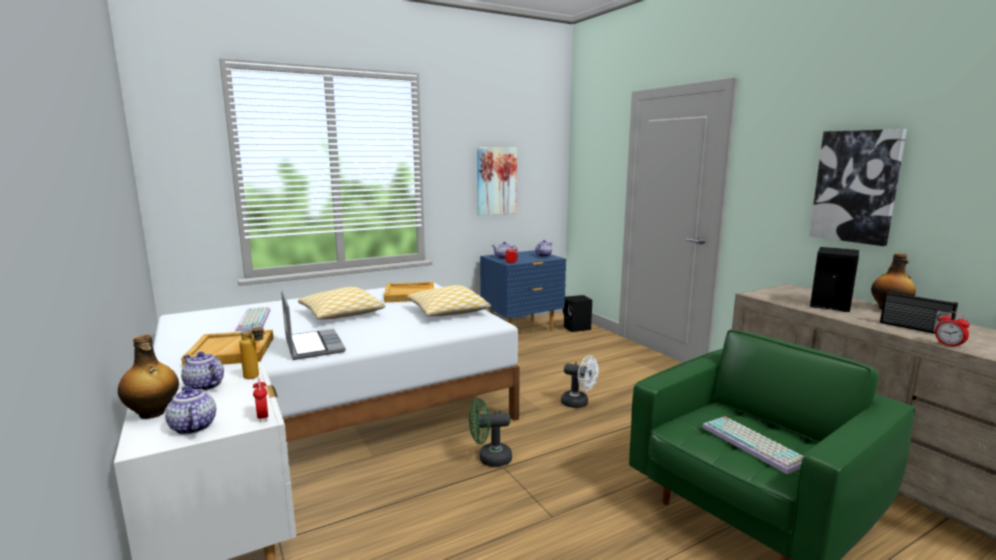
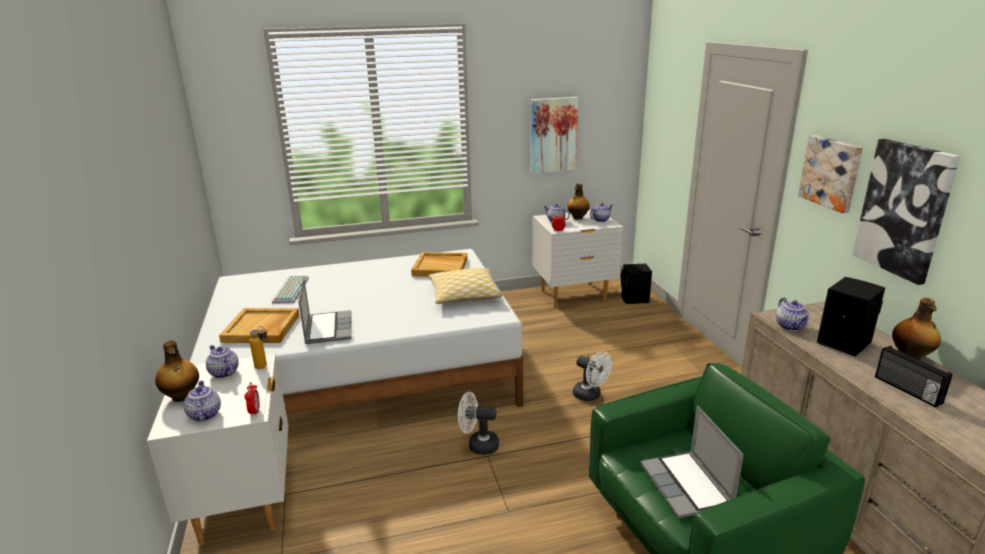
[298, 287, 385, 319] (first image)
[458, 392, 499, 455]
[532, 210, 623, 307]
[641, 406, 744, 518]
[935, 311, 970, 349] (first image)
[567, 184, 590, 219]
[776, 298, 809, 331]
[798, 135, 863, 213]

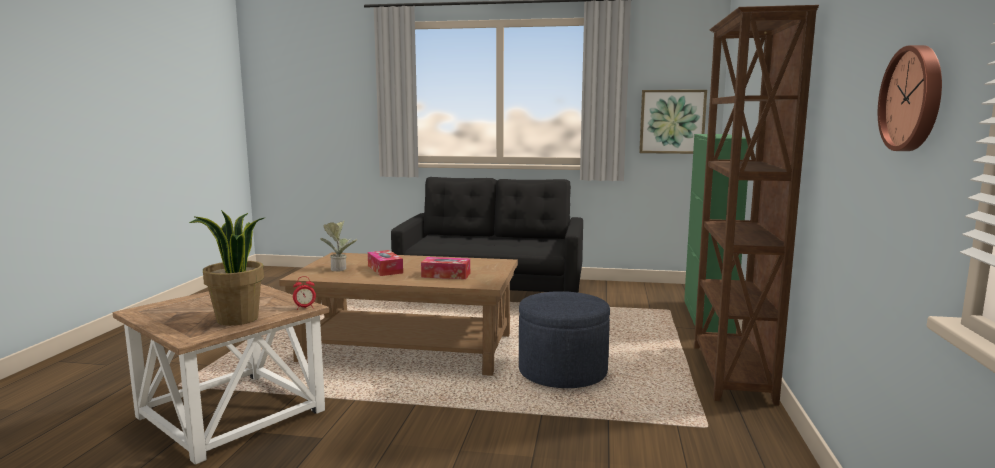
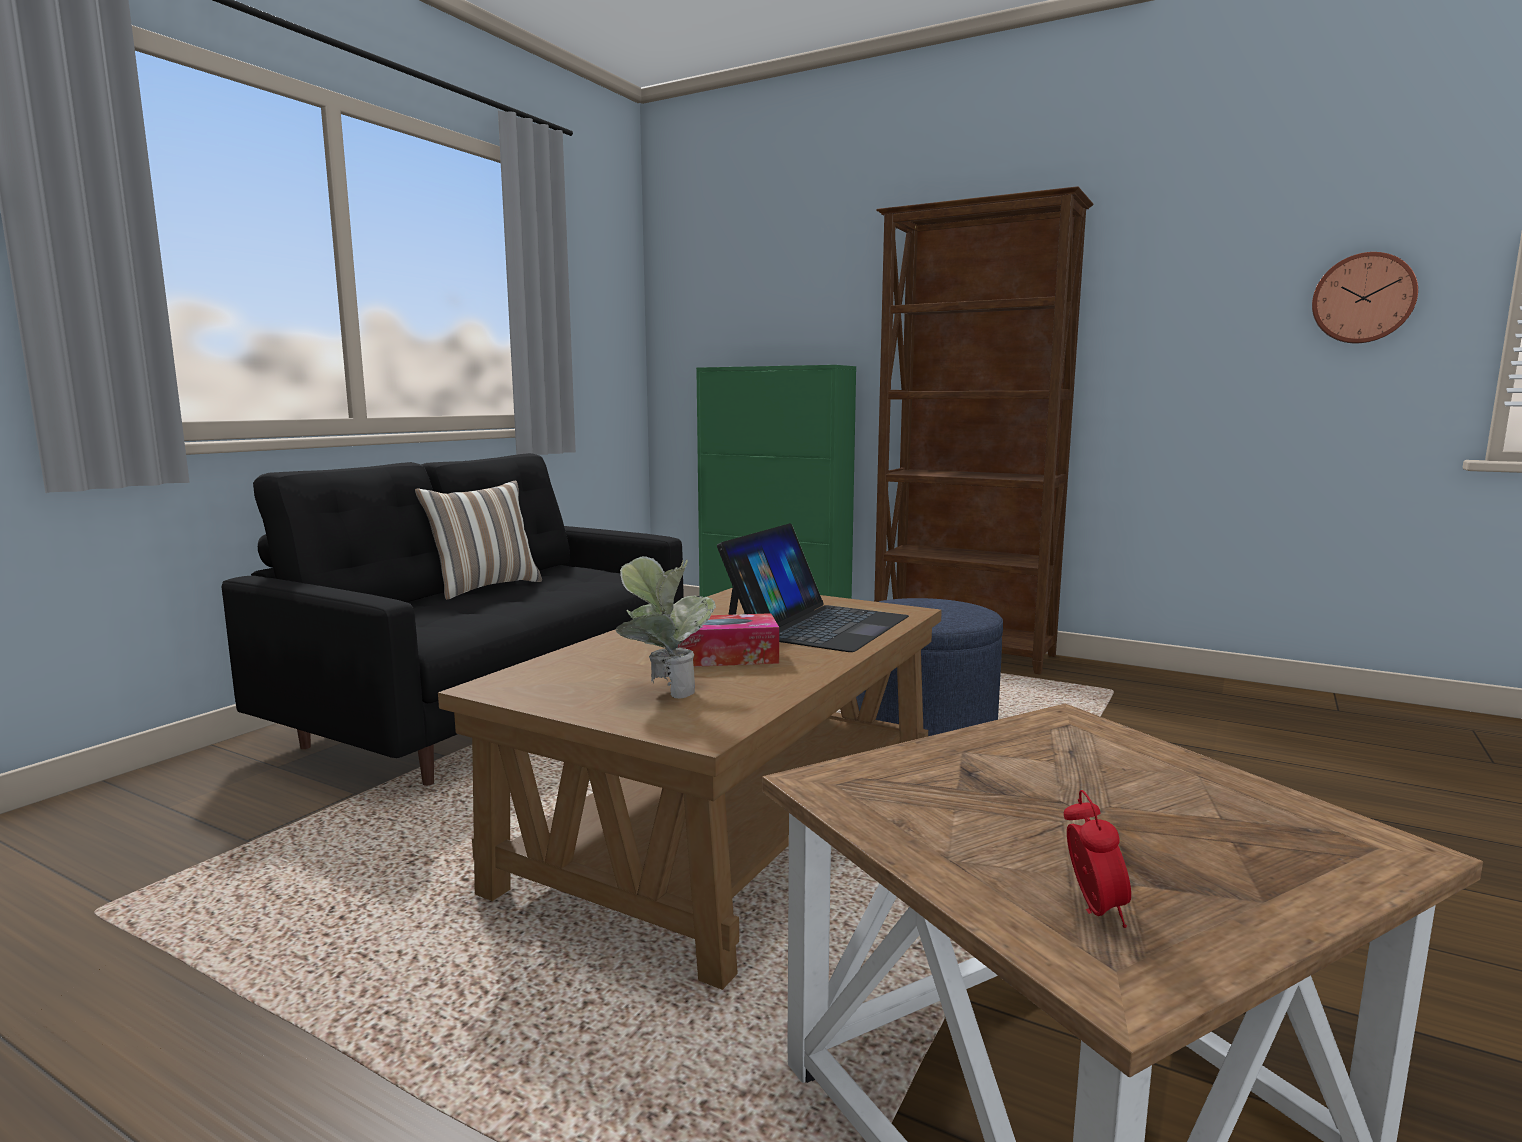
[189, 210, 266, 326] (first image)
[1064, 790, 1131, 928]
[717, 523, 909, 652]
[639, 90, 707, 154] (first image)
[415, 481, 542, 600]

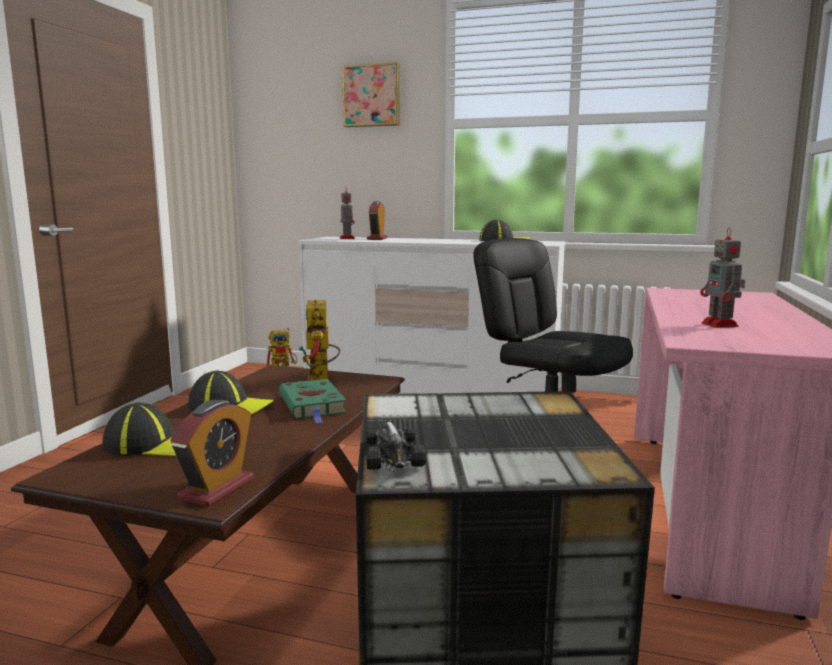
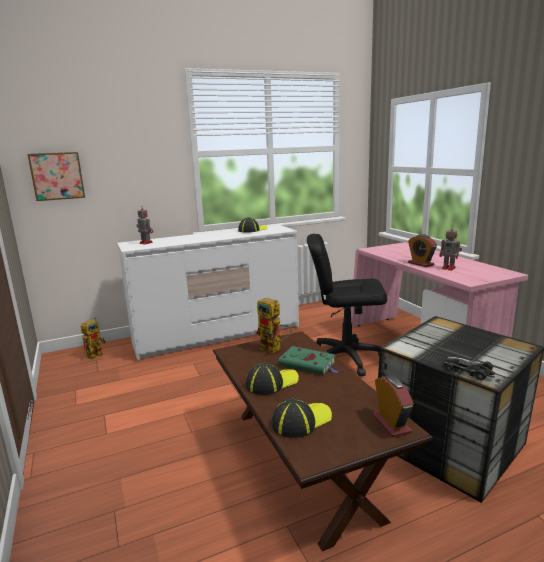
[28, 152, 85, 201]
[408, 234, 437, 267]

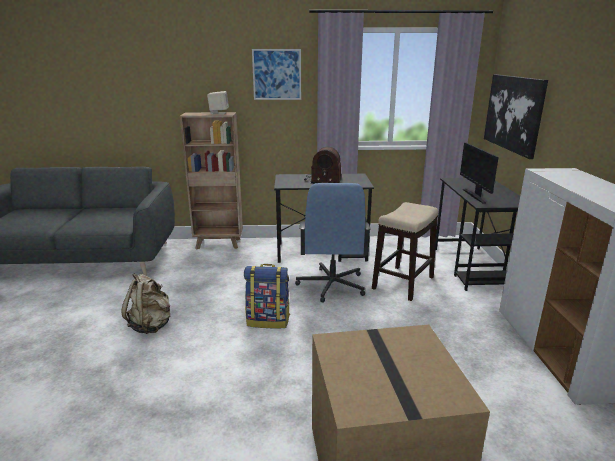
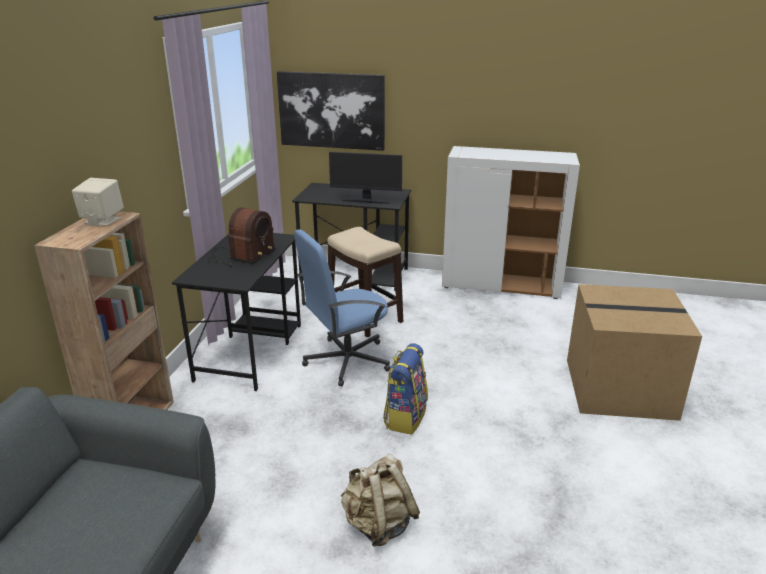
[252, 49, 301, 100] (first image)
[294, 229, 390, 387]

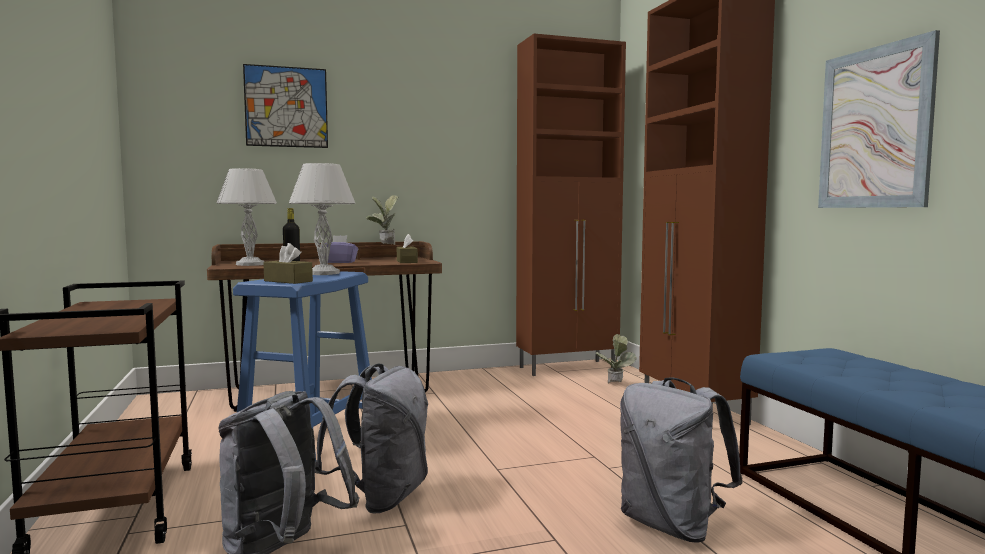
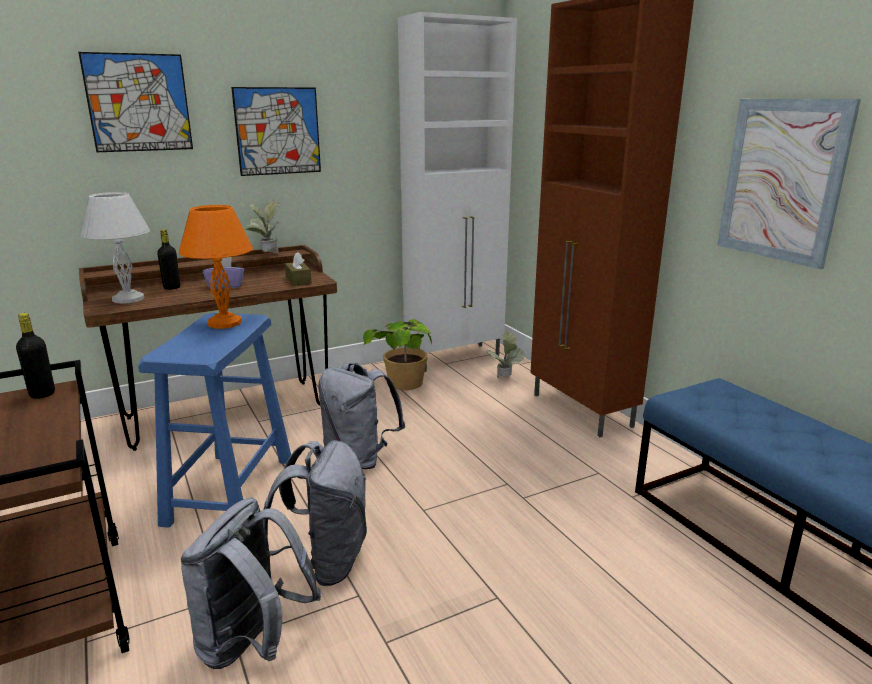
[263, 243, 313, 284] (first image)
[179, 205, 253, 329]
[398, 12, 517, 372]
[318, 362, 405, 469]
[16, 313, 55, 399]
[231, 87, 321, 176]
[363, 319, 432, 390]

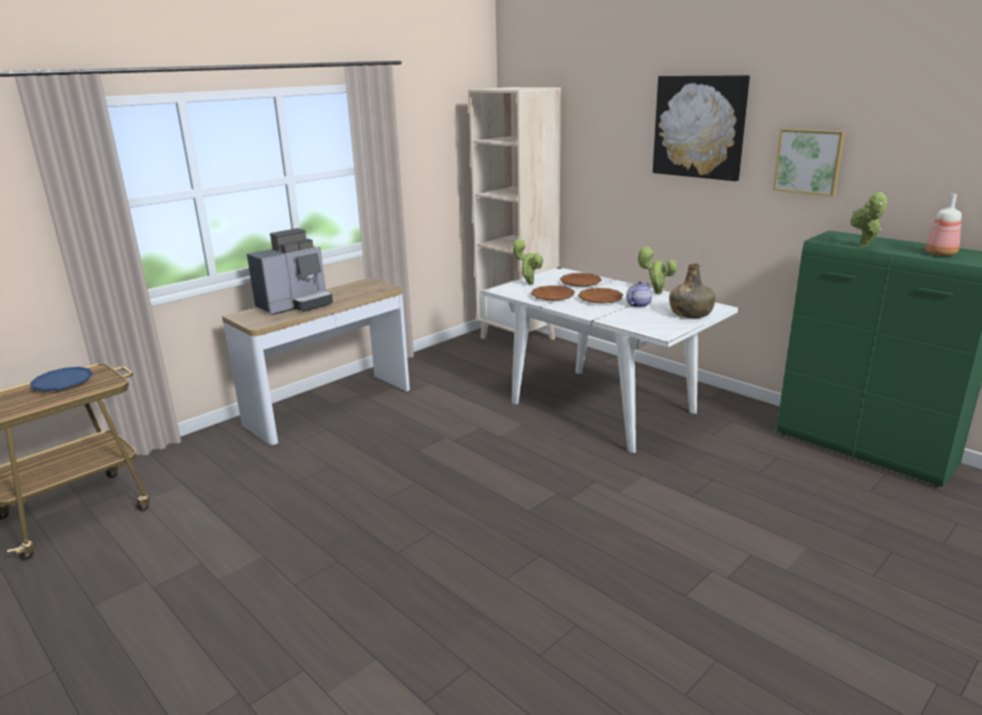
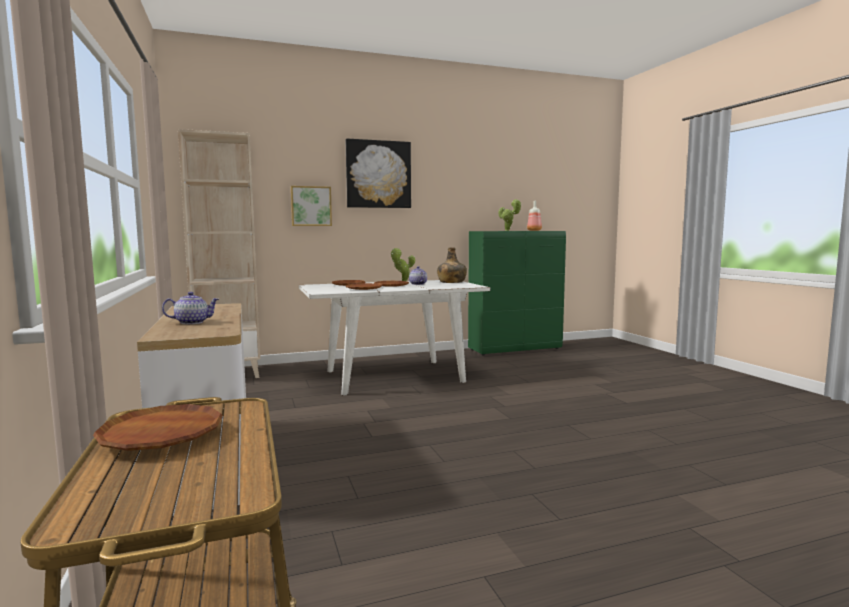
[93, 404, 223, 451]
[162, 292, 219, 324]
[512, 239, 543, 285] (first image)
[291, 186, 332, 226]

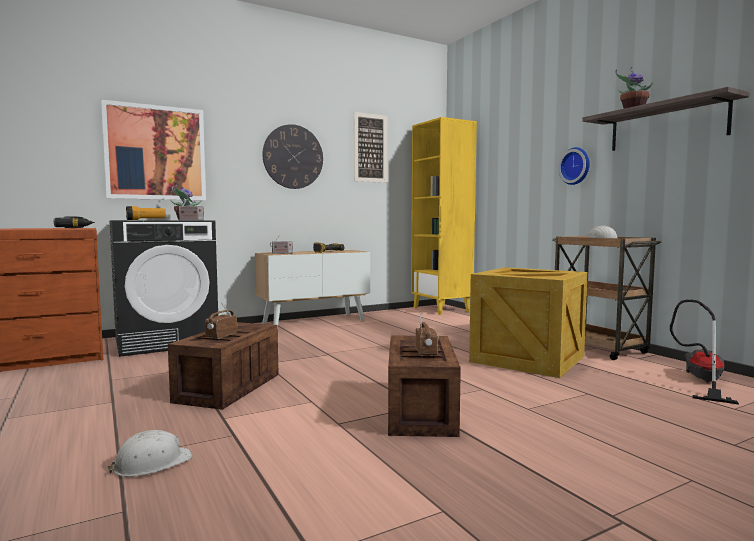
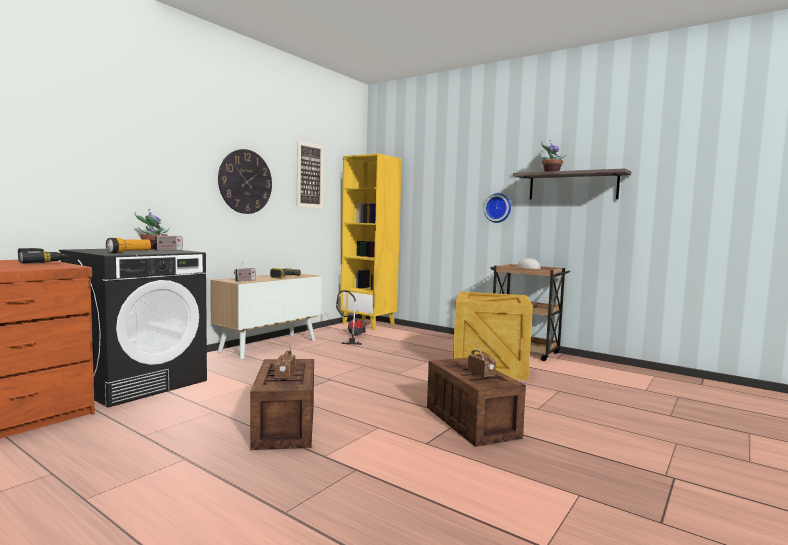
[101, 100, 206, 200] (first image)
[107, 430, 193, 477] (first image)
[336, 290, 367, 345]

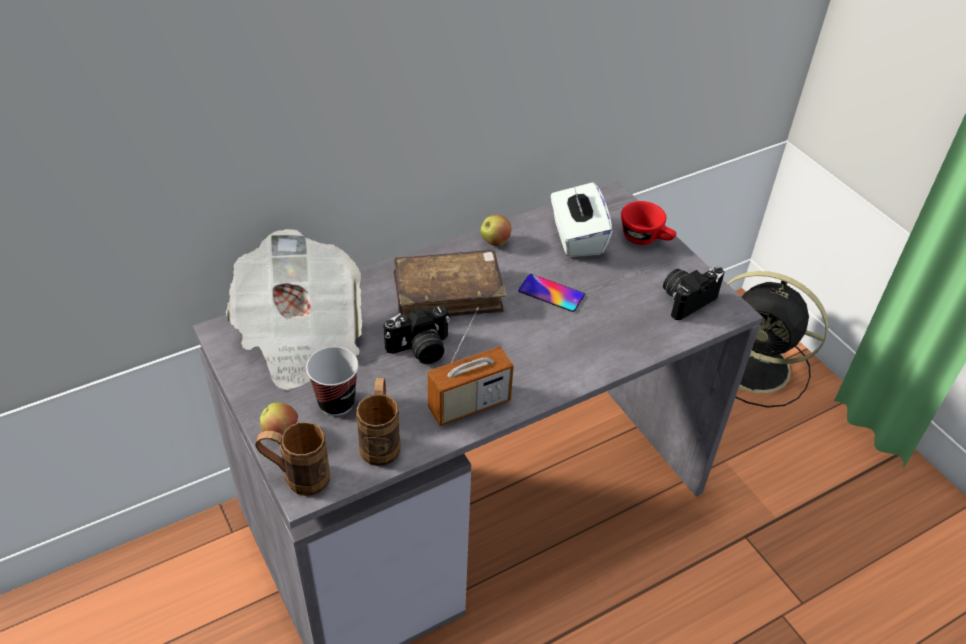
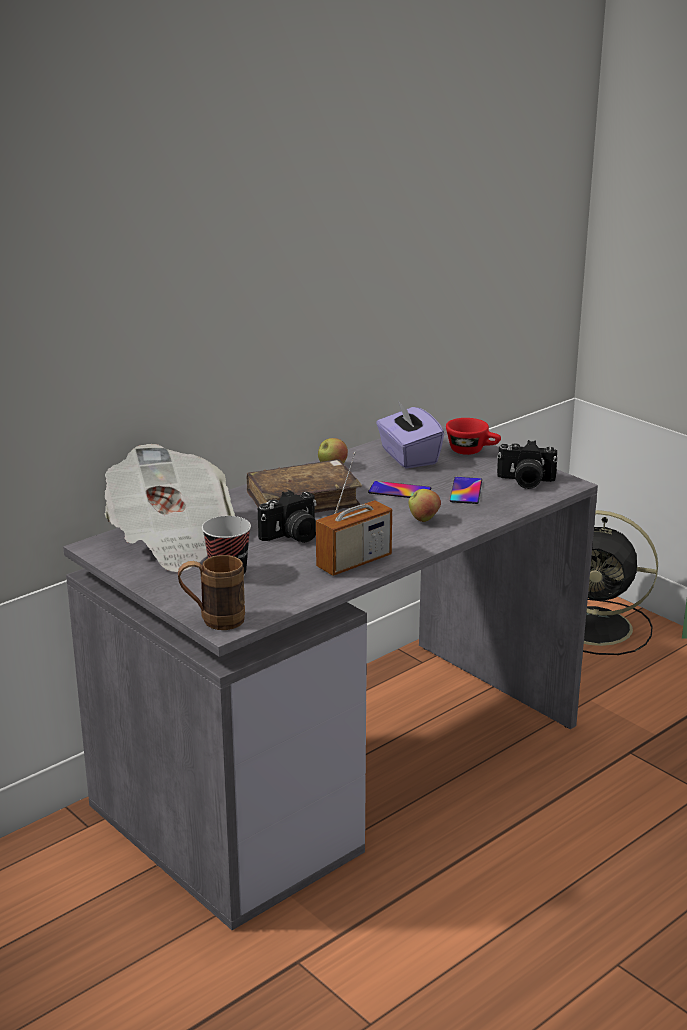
[409, 489, 441, 522]
[356, 378, 401, 466] (first image)
[376, 401, 444, 469]
[497, 440, 558, 489]
[450, 477, 482, 504]

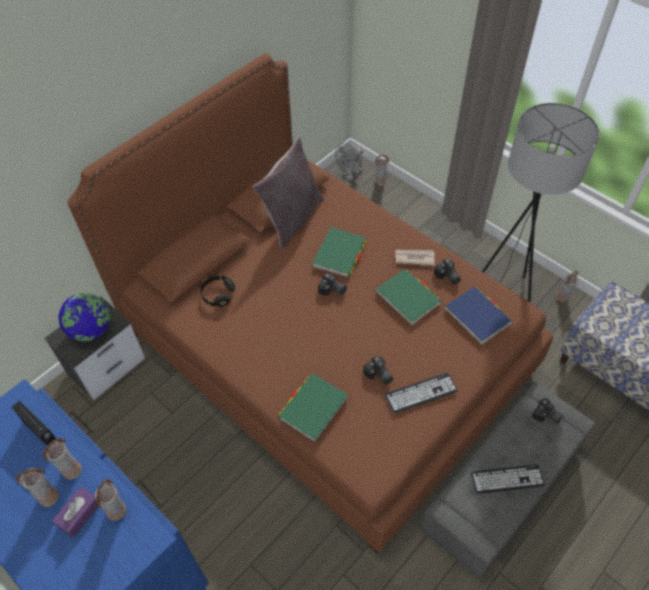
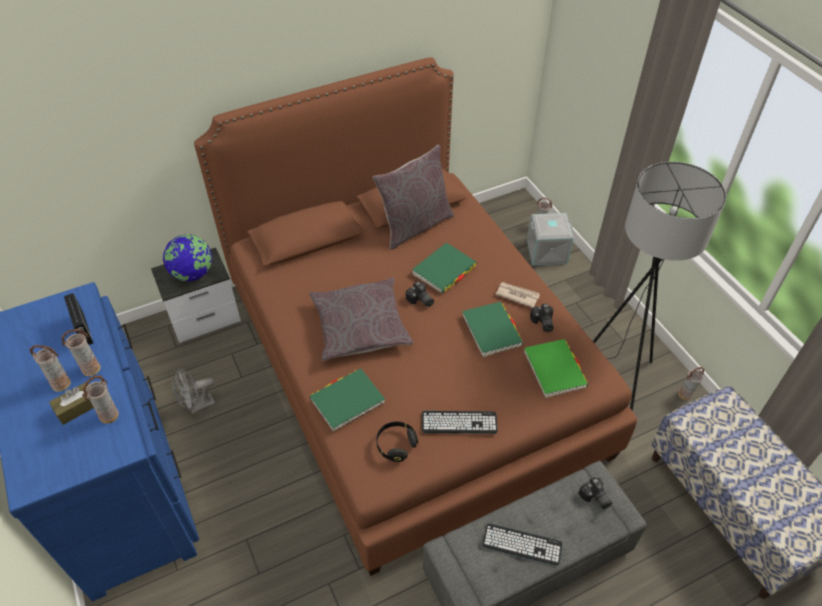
[49, 382, 94, 425]
[376, 422, 418, 462]
[173, 368, 216, 415]
[363, 356, 393, 384] (first image)
[524, 339, 588, 398]
[309, 278, 413, 361]
[527, 213, 573, 265]

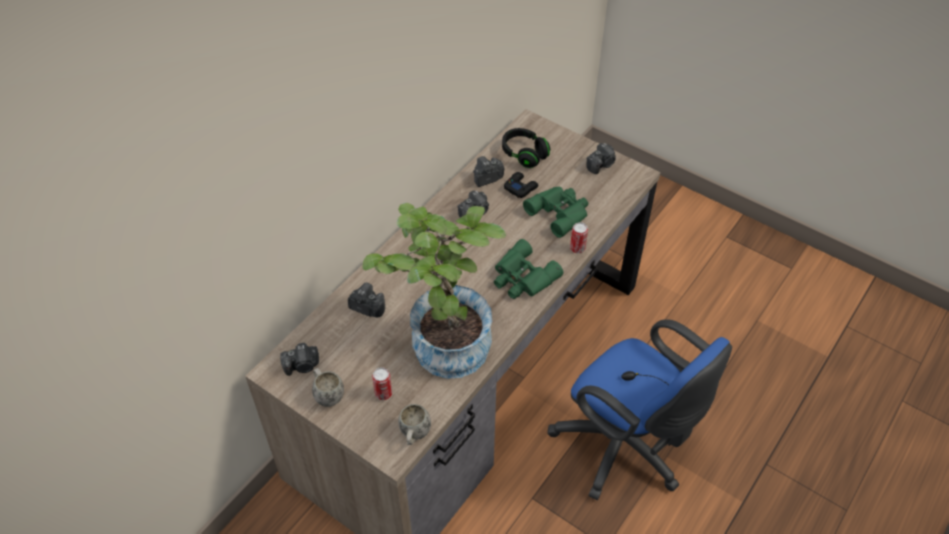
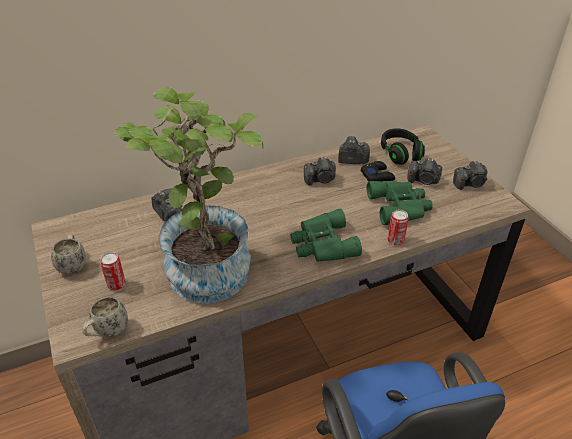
[407, 158, 442, 185]

